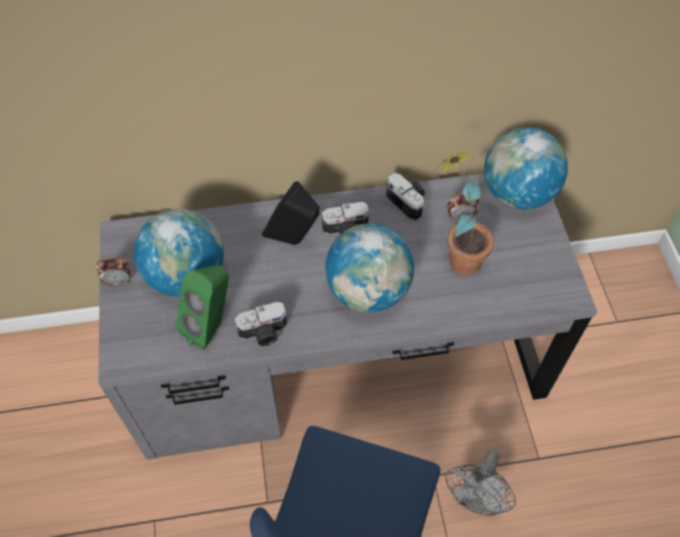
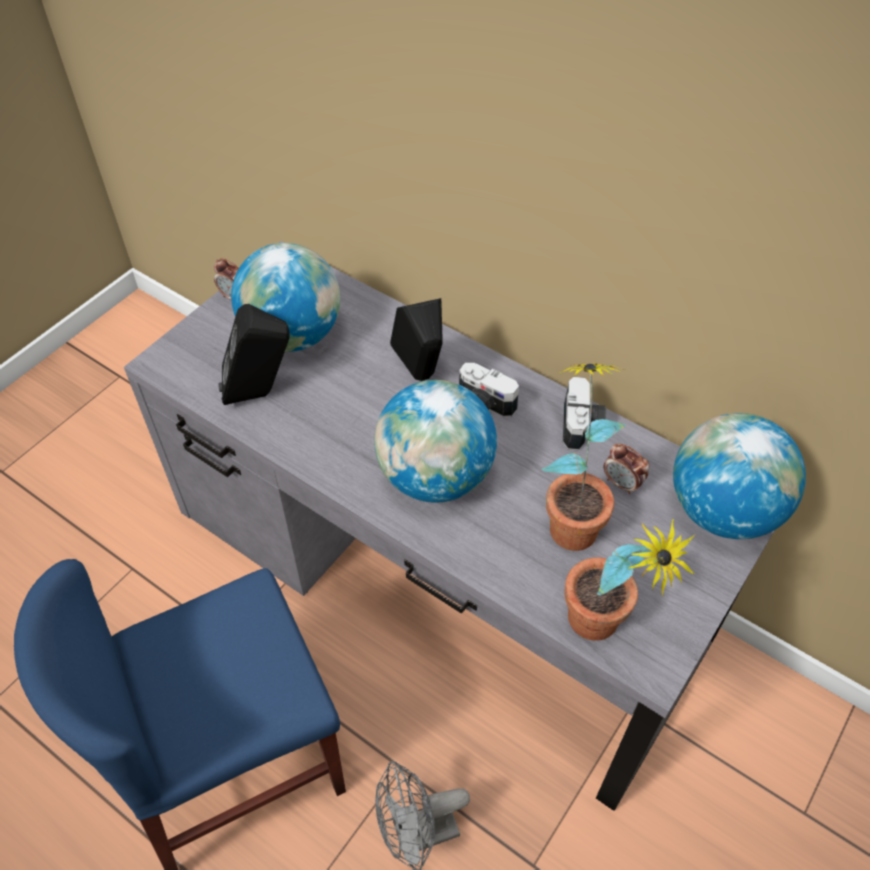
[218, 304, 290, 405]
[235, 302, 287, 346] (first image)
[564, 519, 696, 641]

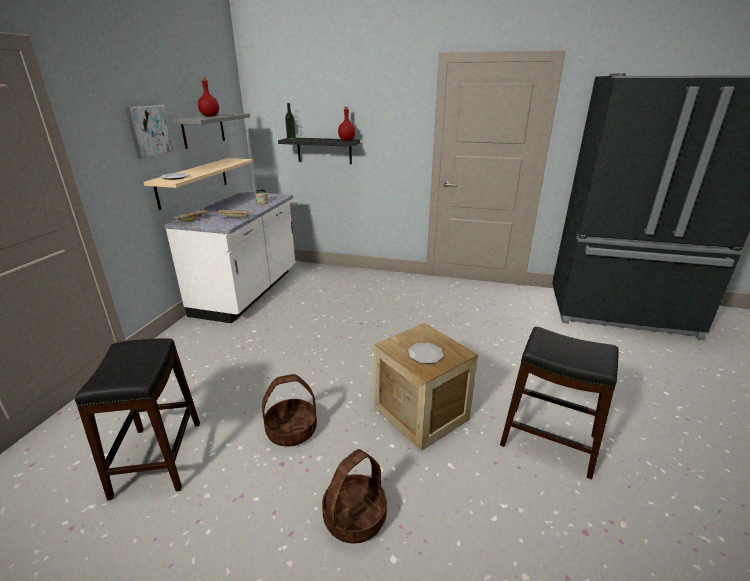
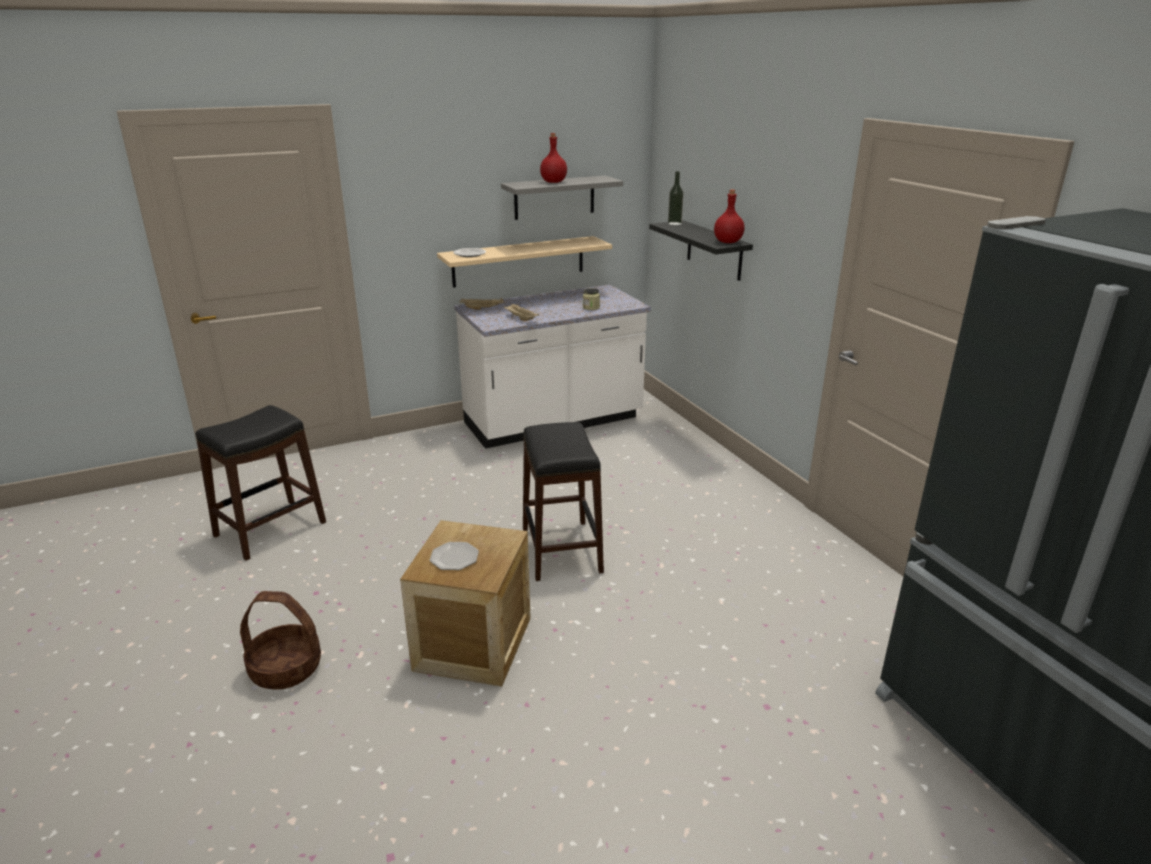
[125, 105, 174, 159] (first image)
[262, 374, 317, 447] (first image)
[523, 422, 604, 581]

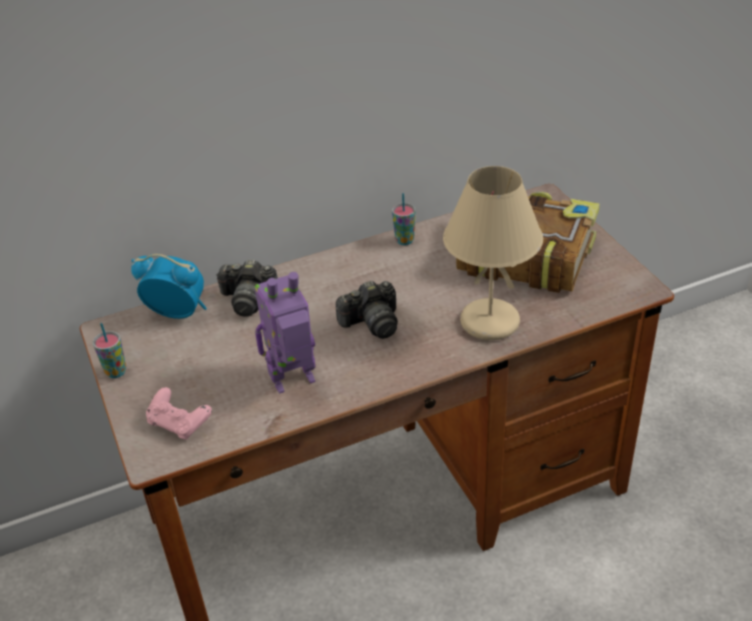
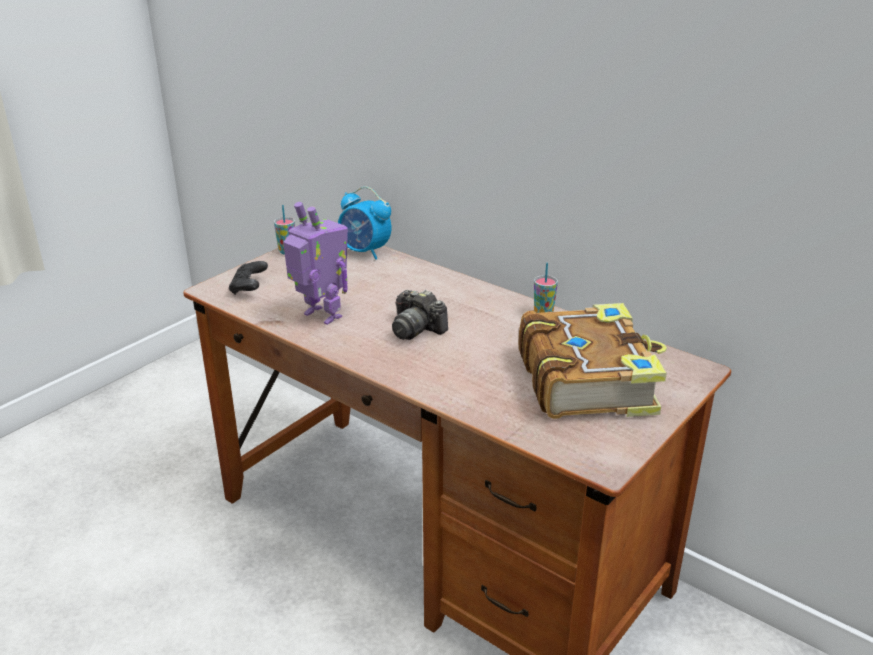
[338, 186, 392, 260]
[229, 261, 268, 295]
[216, 260, 278, 317] (first image)
[443, 166, 543, 340] (first image)

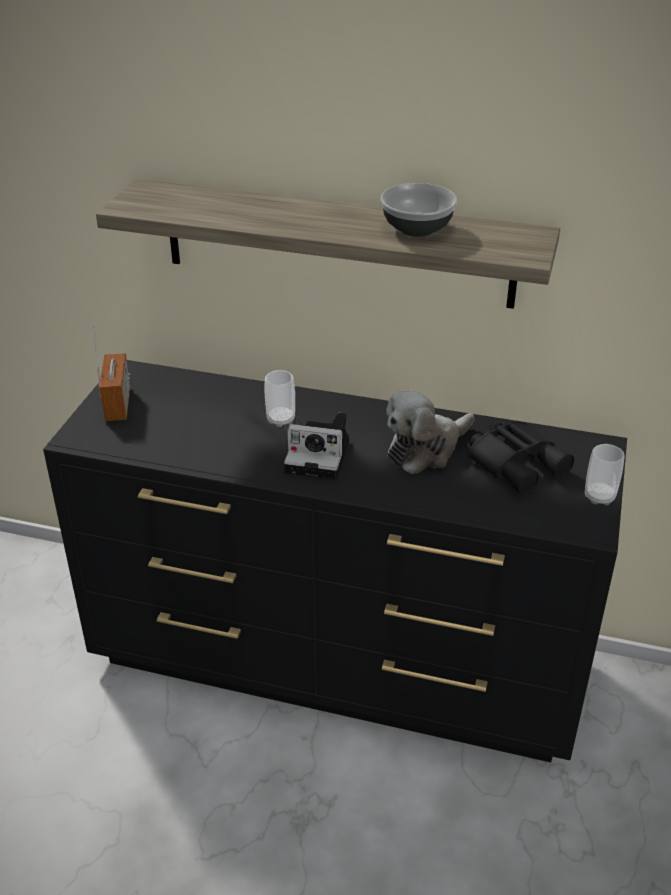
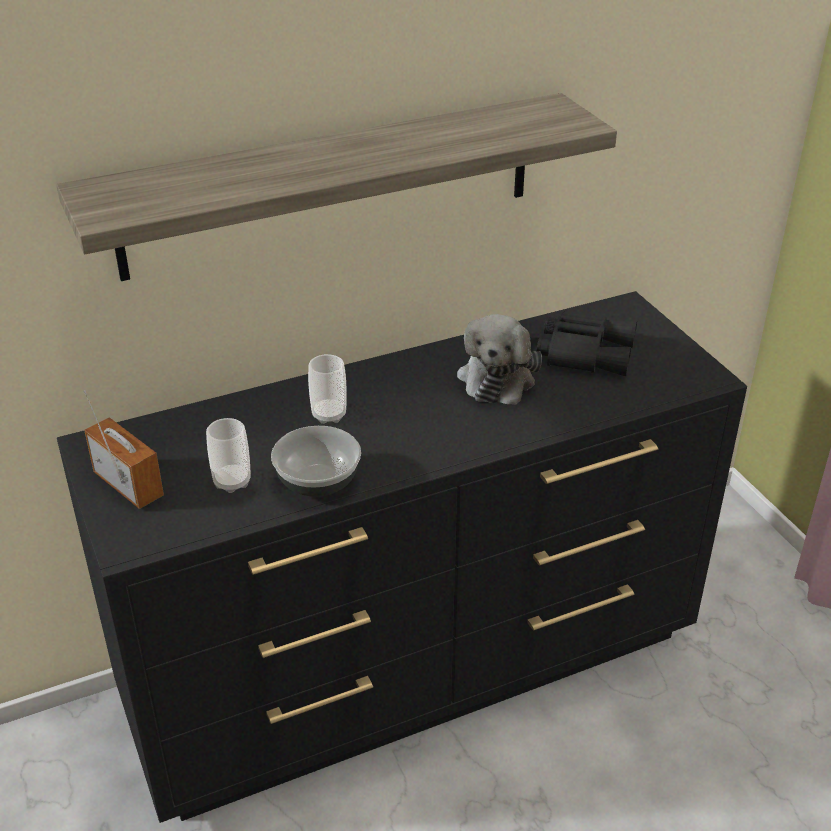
[284, 413, 349, 480] (first image)
[271, 426, 361, 497]
[206, 418, 251, 493]

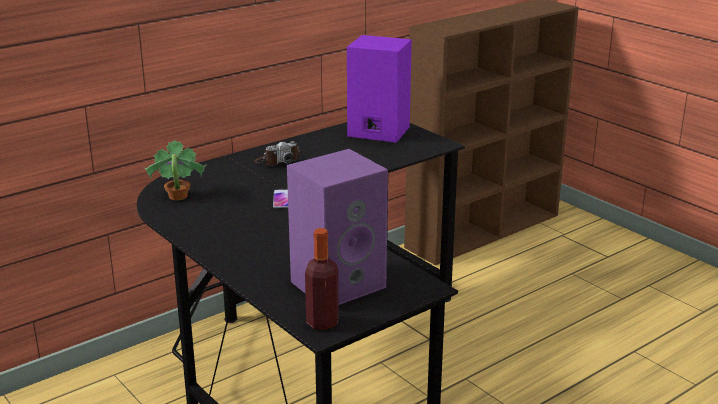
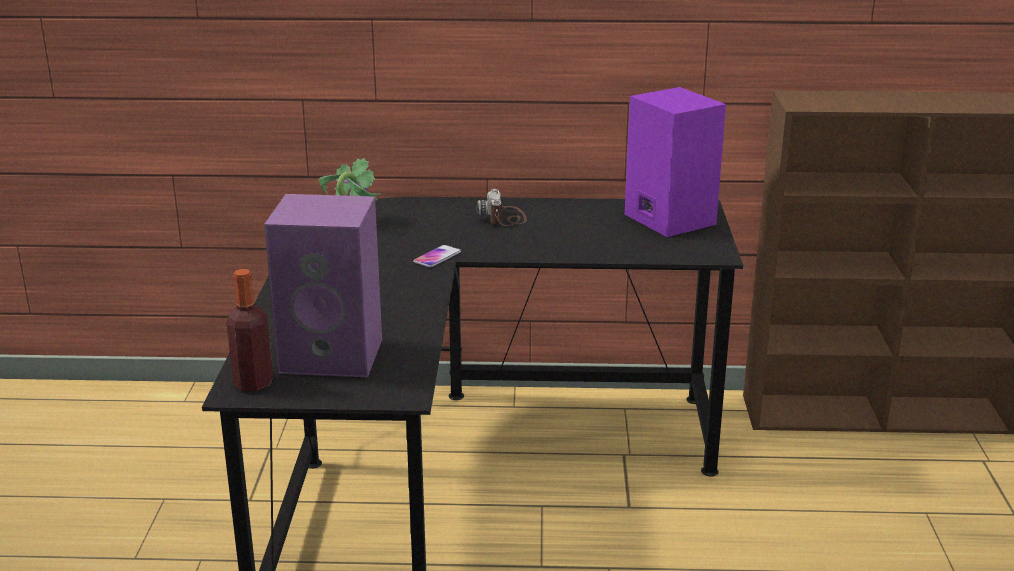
[477, 189, 527, 226]

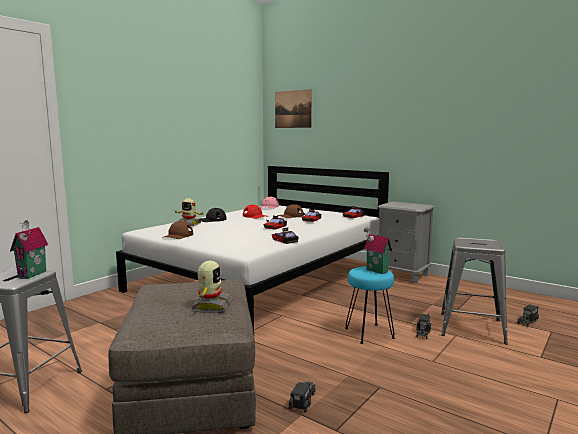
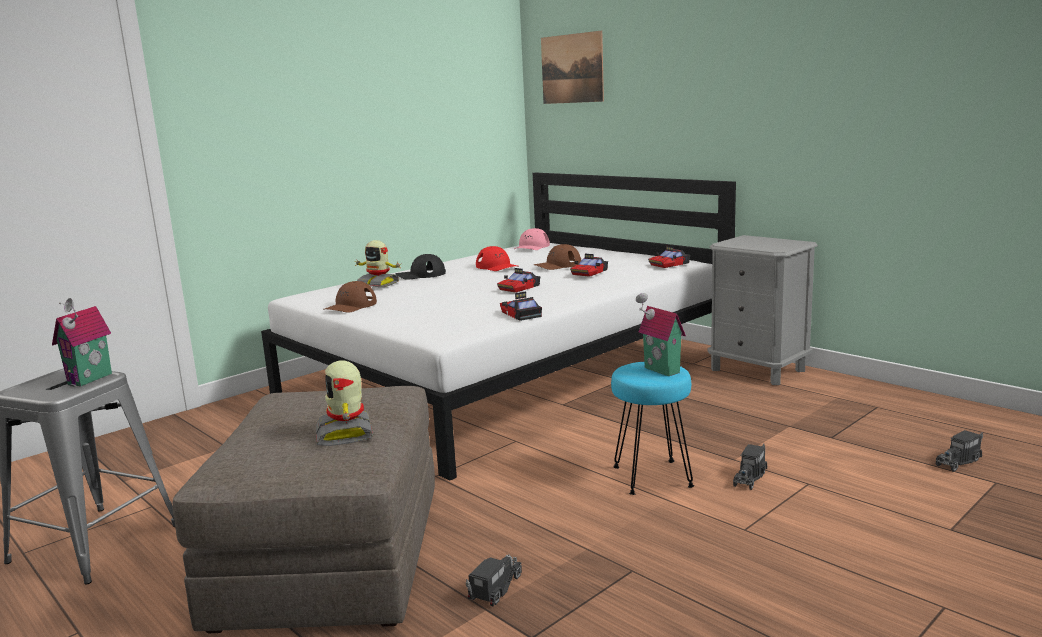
[316, 360, 373, 446]
[441, 237, 508, 344] (first image)

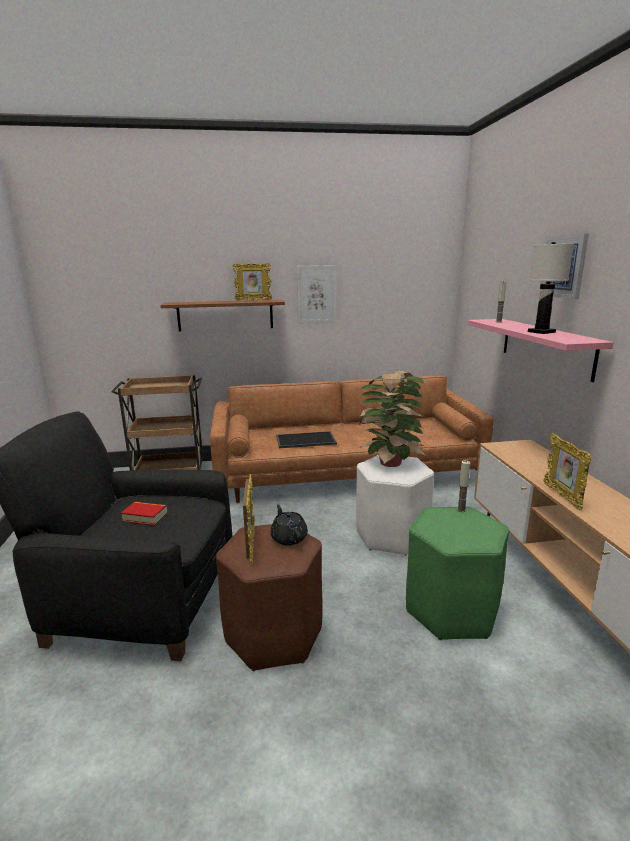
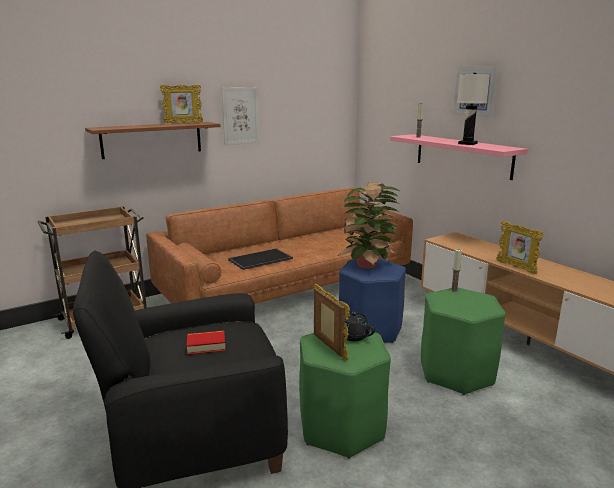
[299, 332, 391, 459]
[339, 258, 406, 343]

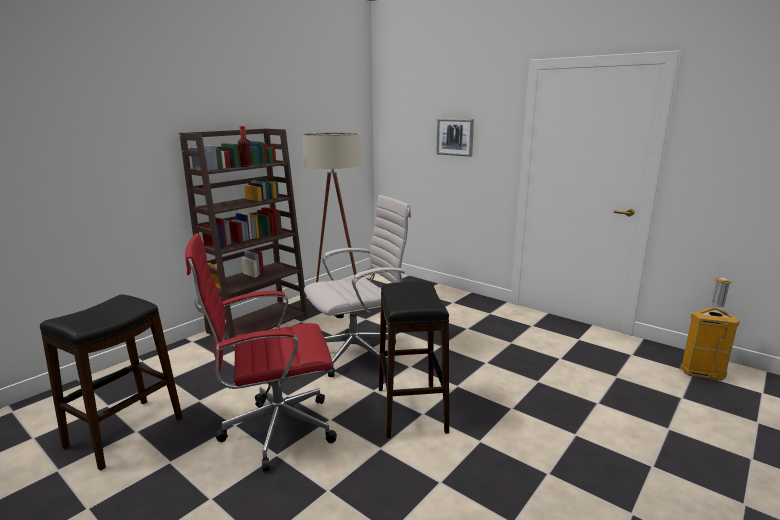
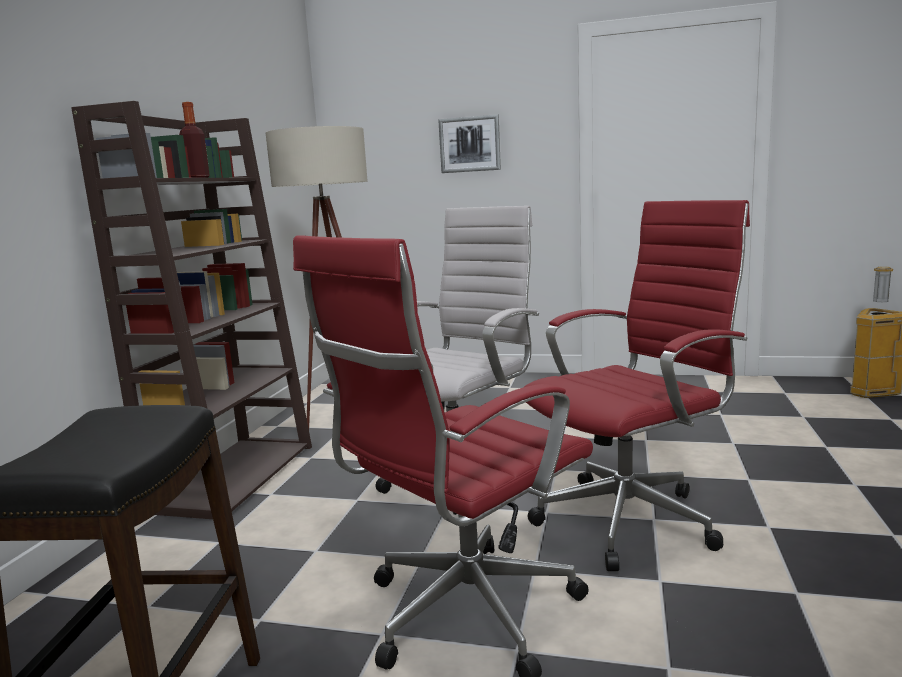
[524, 200, 750, 571]

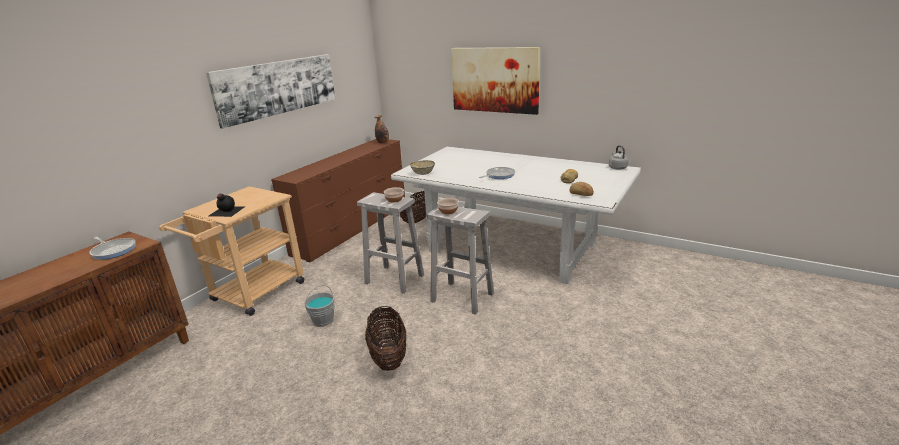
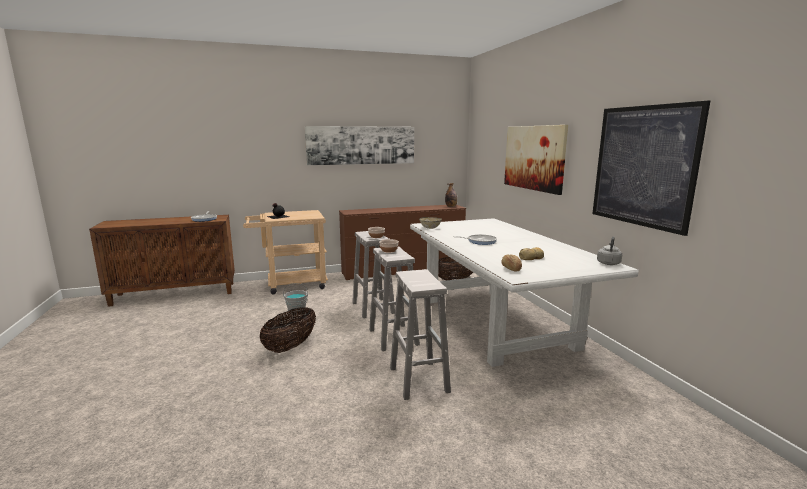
[390, 269, 451, 400]
[592, 101, 710, 236]

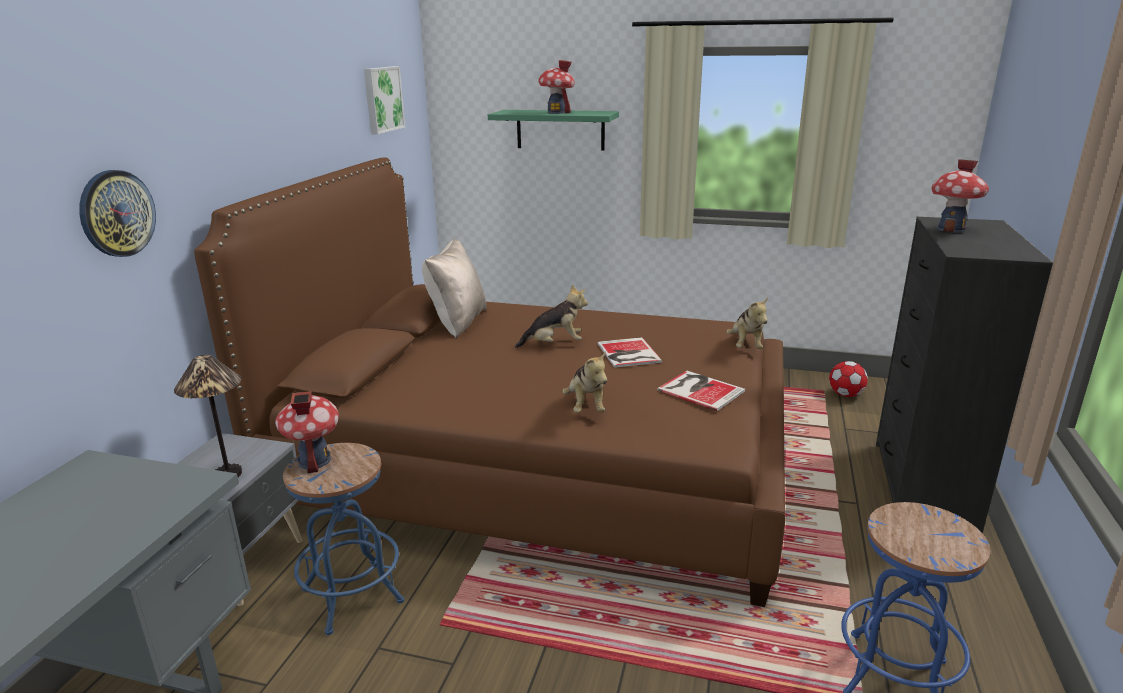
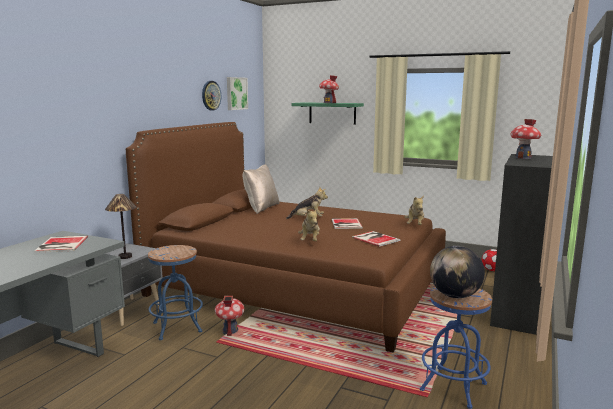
[202, 81, 221, 111]
[215, 296, 244, 336]
[34, 236, 88, 253]
[430, 246, 485, 298]

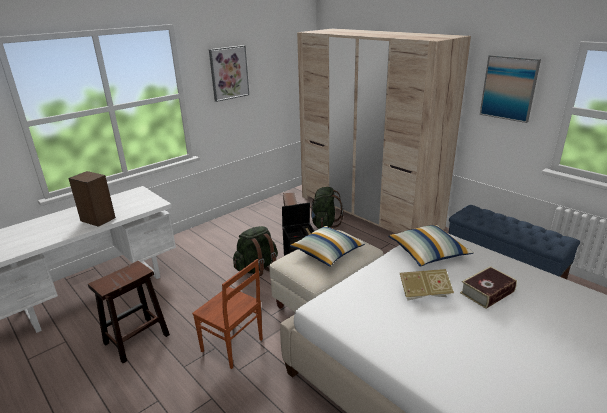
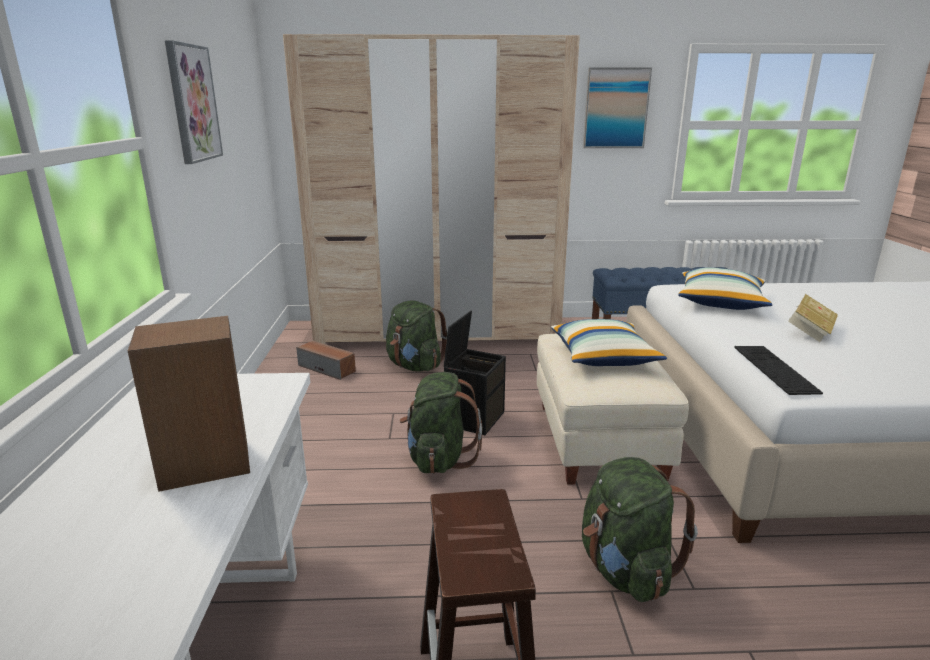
[582, 457, 698, 602]
[460, 266, 517, 309] (first image)
[734, 346, 823, 395]

